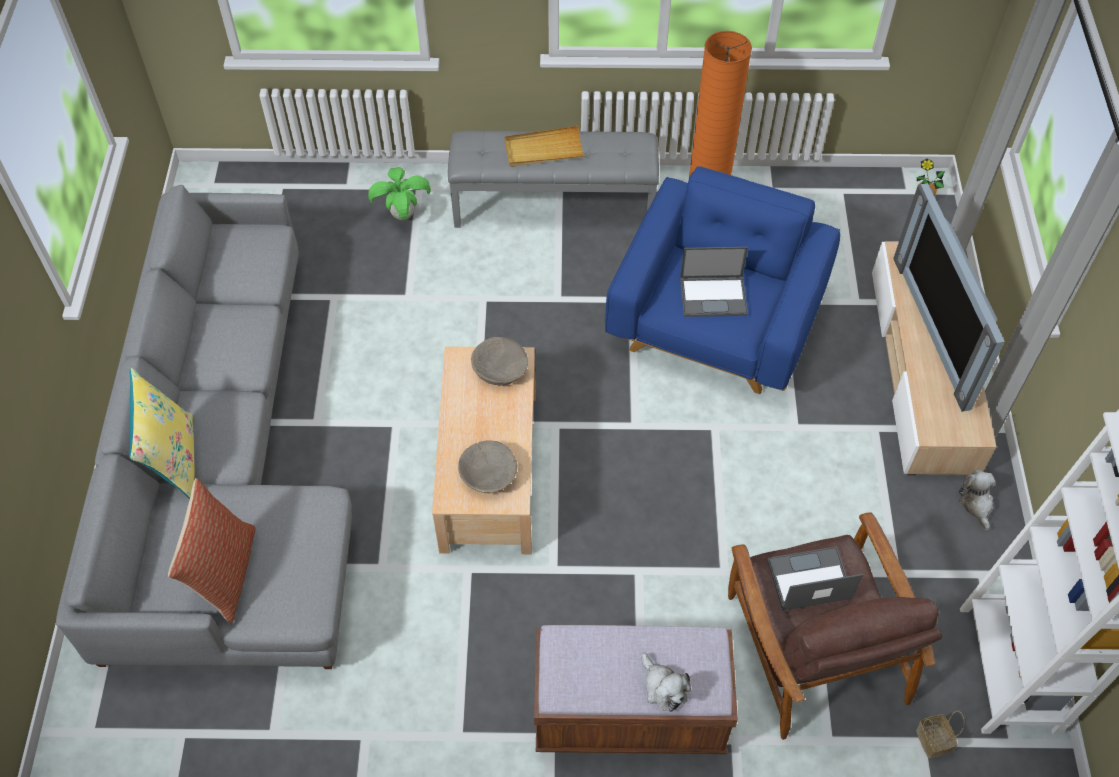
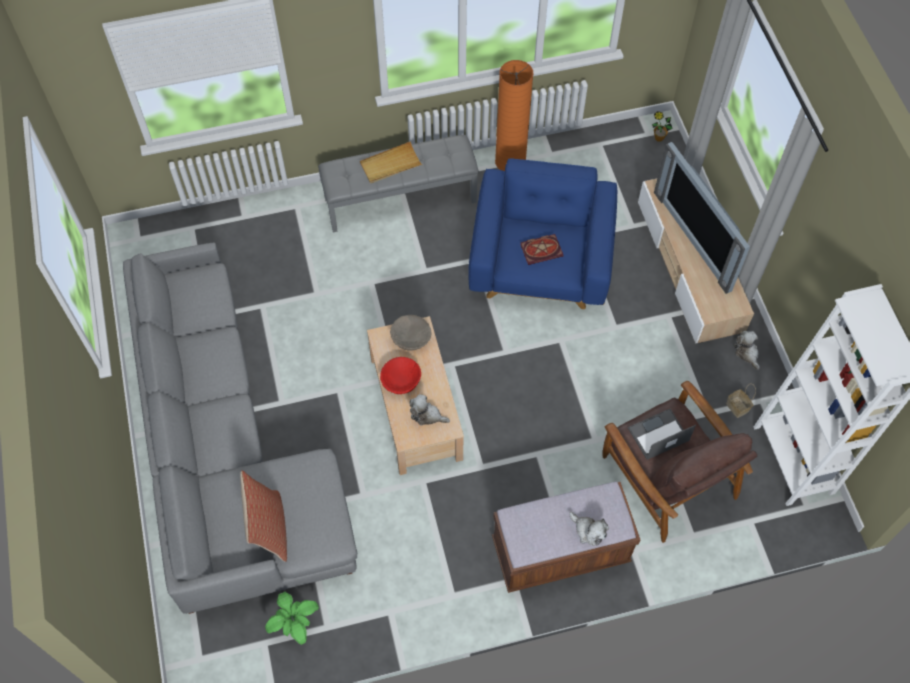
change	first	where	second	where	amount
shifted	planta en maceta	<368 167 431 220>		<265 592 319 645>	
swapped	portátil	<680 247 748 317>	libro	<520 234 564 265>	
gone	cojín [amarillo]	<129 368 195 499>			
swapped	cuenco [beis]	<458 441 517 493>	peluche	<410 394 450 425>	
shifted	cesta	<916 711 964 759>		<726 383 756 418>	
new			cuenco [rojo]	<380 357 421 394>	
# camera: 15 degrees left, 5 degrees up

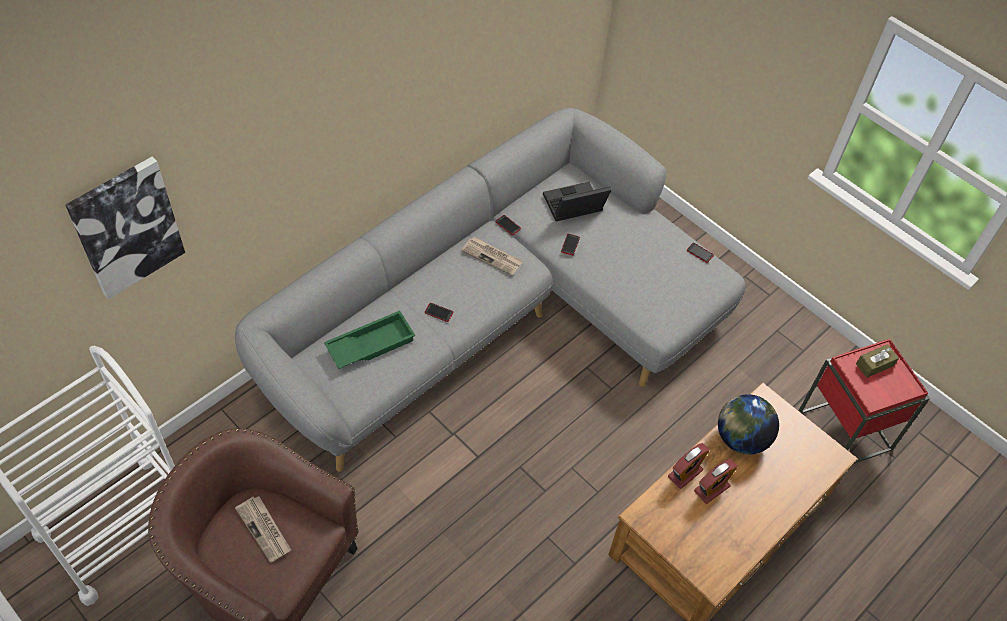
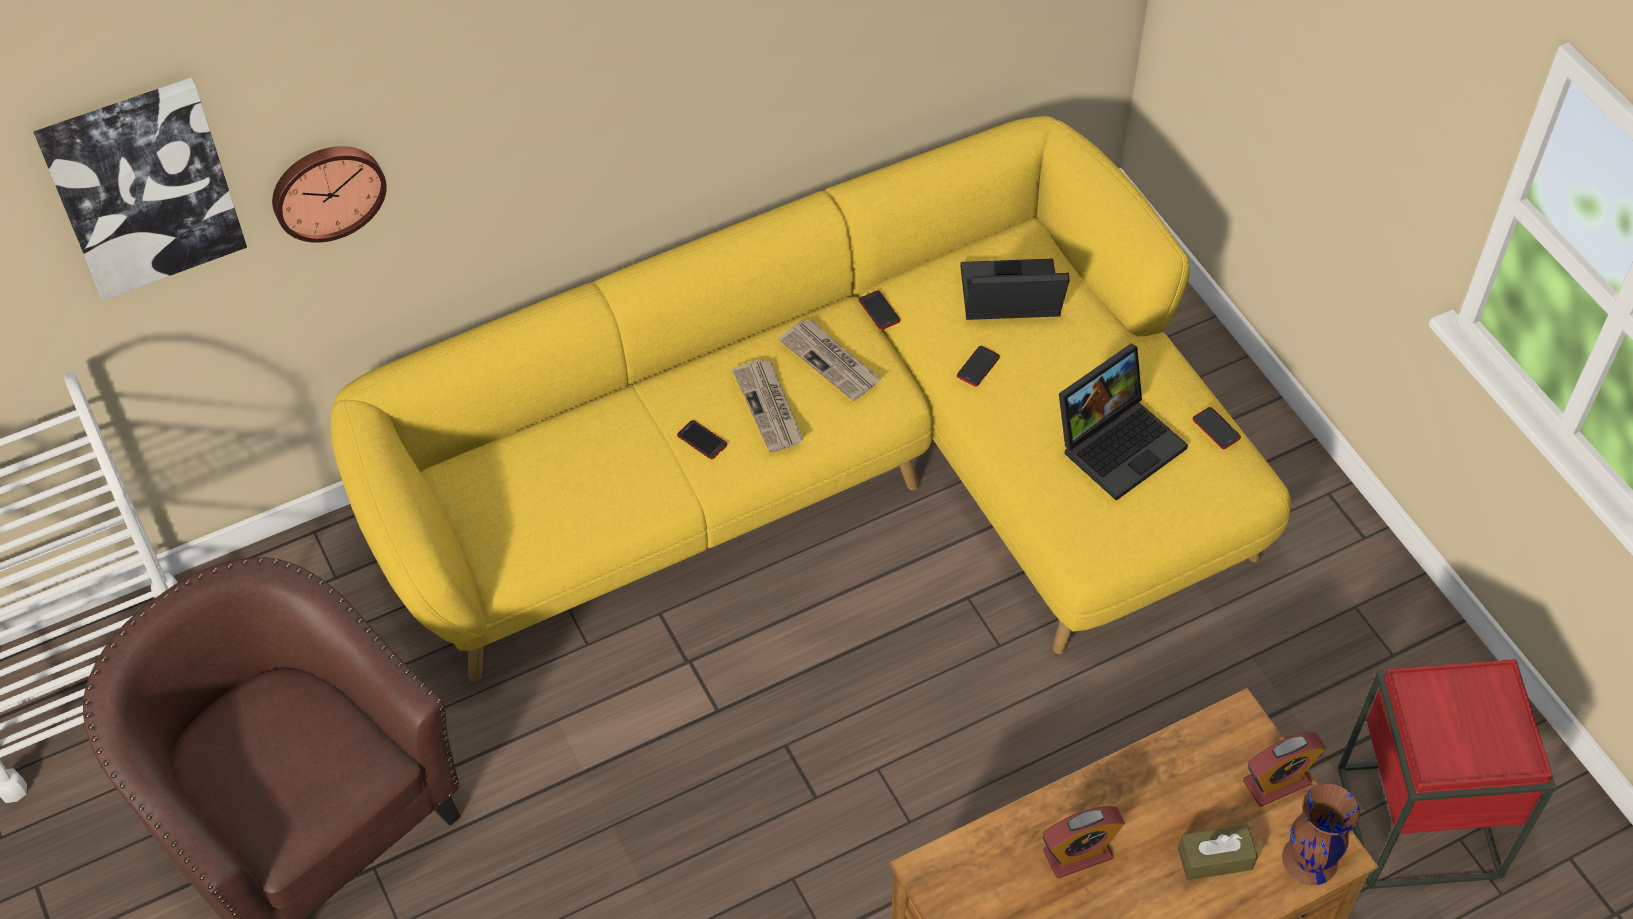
change	first	where	second	where	amount
repainted	sofá [gris]	<235 108 745 472>	sofá [amarillo]	<330 116 1291 682>	
gone	bandeja [verde]	<324 310 415 369>			
shifted	caja de pañuelos [marrón]	<856 344 899 378>		<1178 824 1258 880>	
gone	globo terráqueo	<718 394 779 455>			
shifted	despertador	<668 443 710 489>		<1243 732 1326 807>	
shifted	periódico	<235 496 291 563>		<732 359 804 452>	
new			reloj de pared	<272 146 387 243>	
new			portátil	<1059 343 1188 501>	
new			florero [marrón]	<1282 784 1360 885>	
# camera: 20 degrees right, 0 degrees up

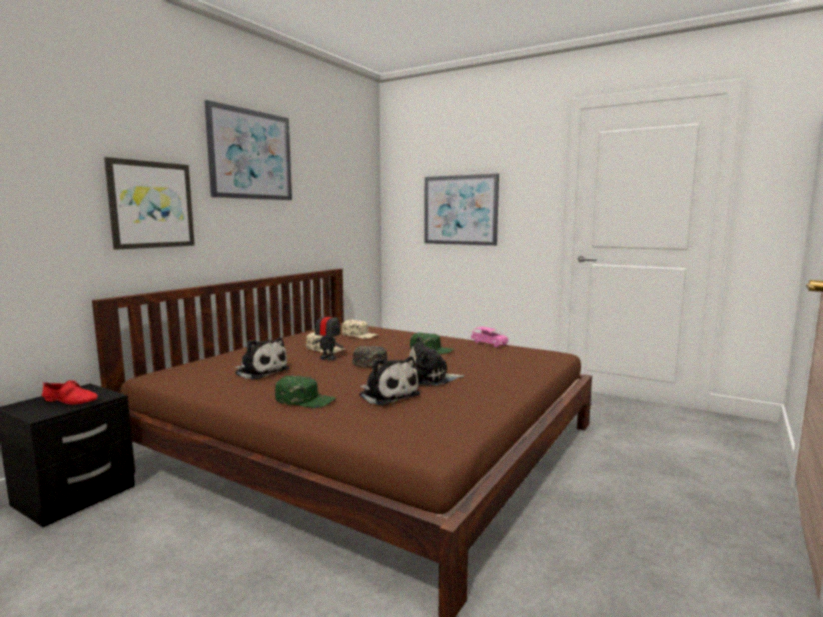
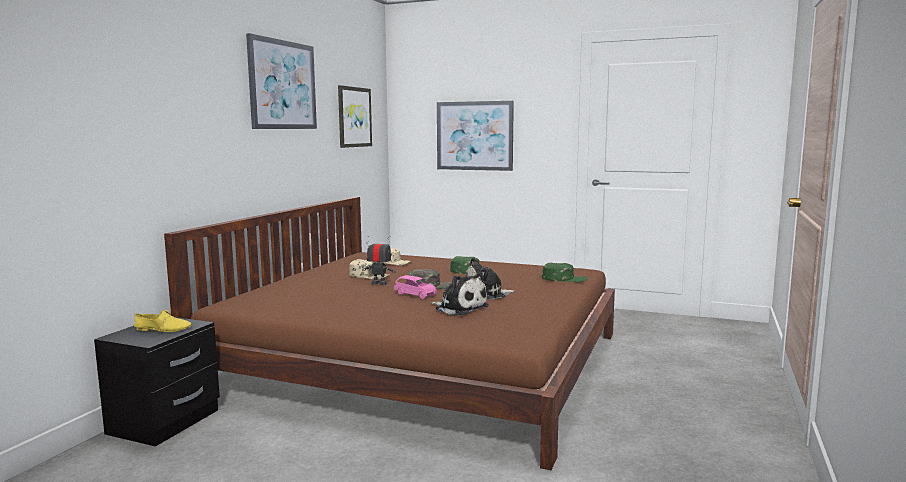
change	first	where	second	where	amount
shifted	cuadro	<104 157 195 250>		<338 85 372 148>	
shifted	coche de juguete [rosa]	<471 327 508 347>		<394 275 437 299>	
gone	peluche	<235 337 289 379>			
shifted	gorra [verde]	<275 376 335 408>		<542 263 588 282>	
repainted	zapato [rojo]	<42 380 98 405>	zapato [amarillo]	<133 310 191 332>	
# camera: 10 degrees left, 0 degrees up

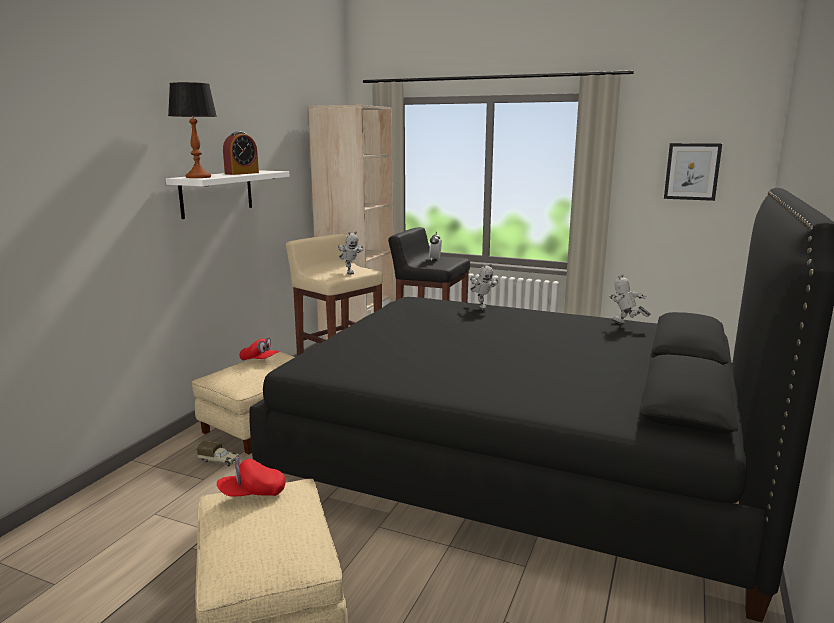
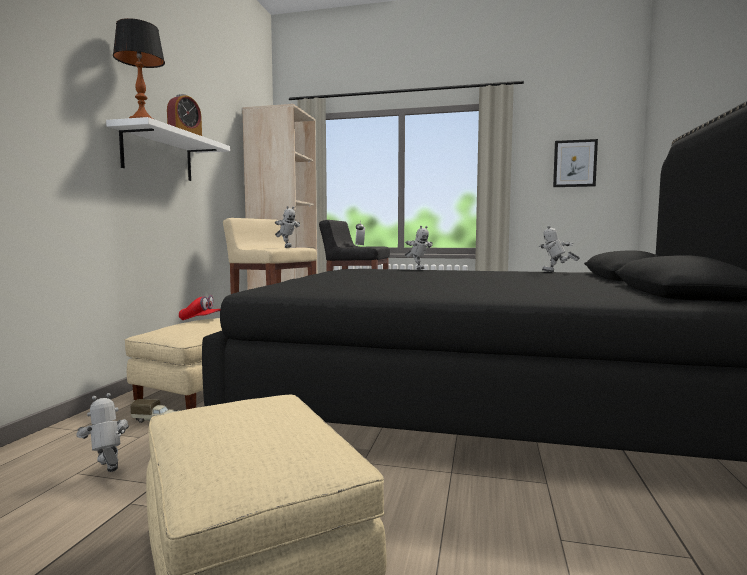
change	first	where	second	where	amount
gone	gorra [rojo]	<217 456 286 497>			
new			robot de juguete	<76 393 129 472>	
# camera: 10 degrees left, 10 degrees down

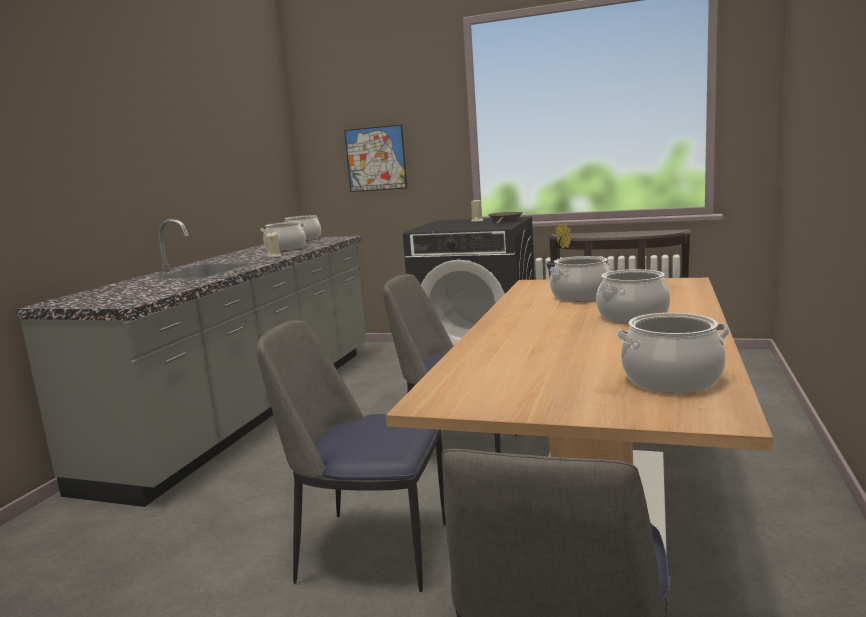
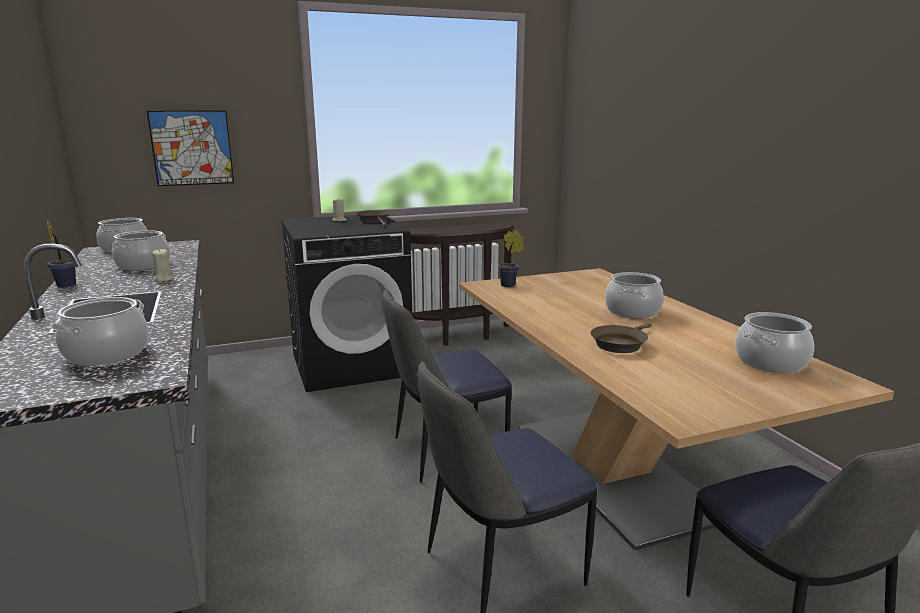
change	first	where	second	where	amount
shifted	olla	<550 256 611 302>		<51 297 149 366>	
new			planta en maceta	<47 221 76 288>	
new			sartén [marrón]	<591 323 652 353>	
# camera: 40 degrees left, 5 degrees up

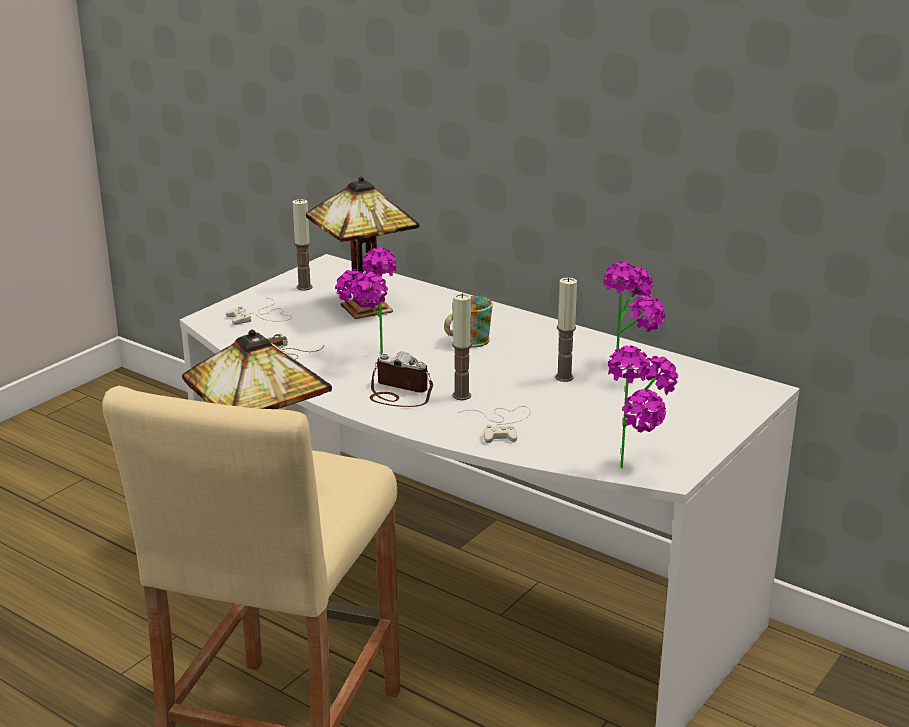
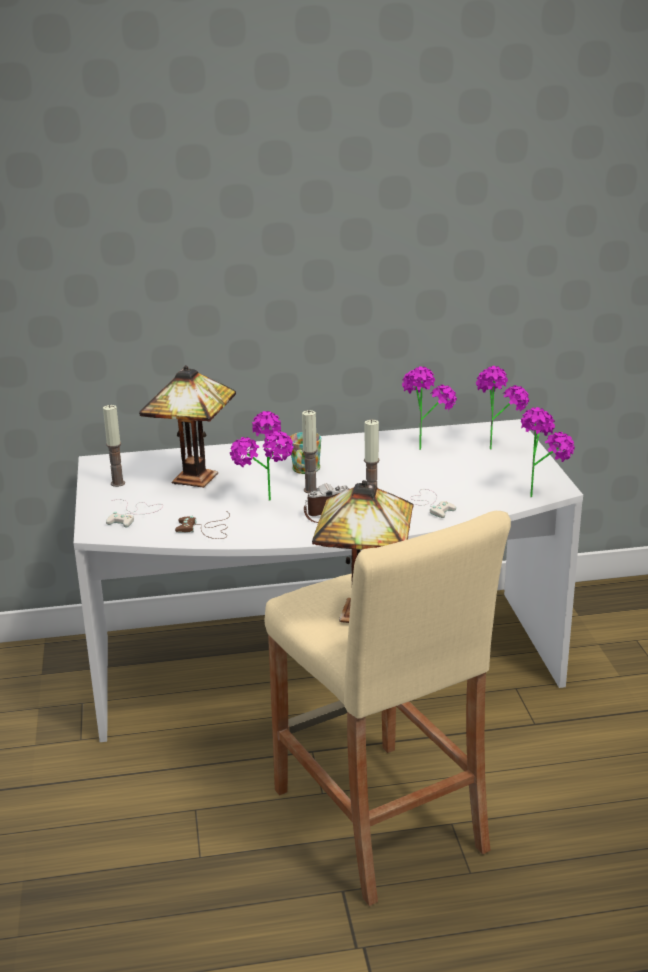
change	first	where	second	where	amount
shifted	vela	<555 278 577 382>		<302 410 318 494>	
new			planta en maceta	<476 366 529 450>	
# camera: 45 degrees left, 0 degrees up

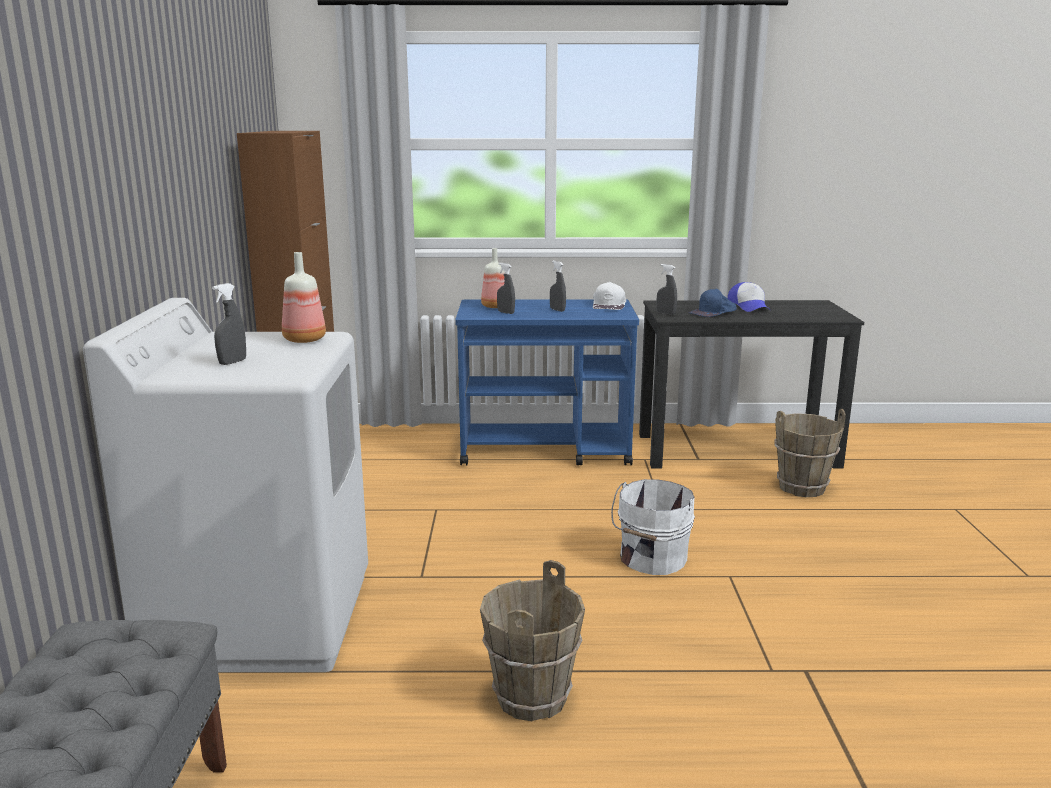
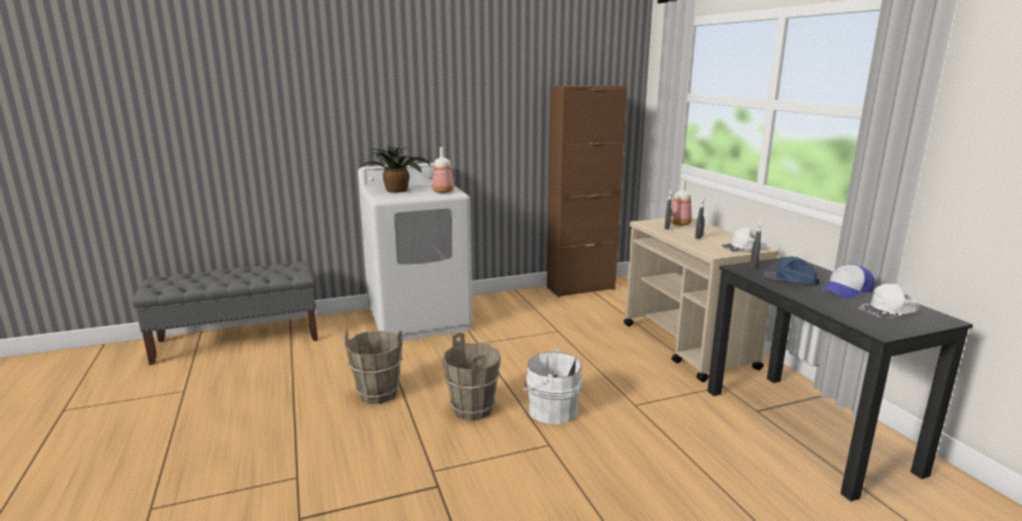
change	first	where	second	where	amount
swapped	pulverizador [gris]	<212 283 246 365>	planta en maceta	<357 146 431 193>	
repainted	carrito [azul]	<455 300 639 465>	carrito [beis]	<624 218 779 382>	
shifted	cubo [marrón]	<775 409 846 497>		<442 332 501 421>	
new			gorra [blanco]	<858 284 919 318>	
# camera: 70 degrees right, 0 degrees up

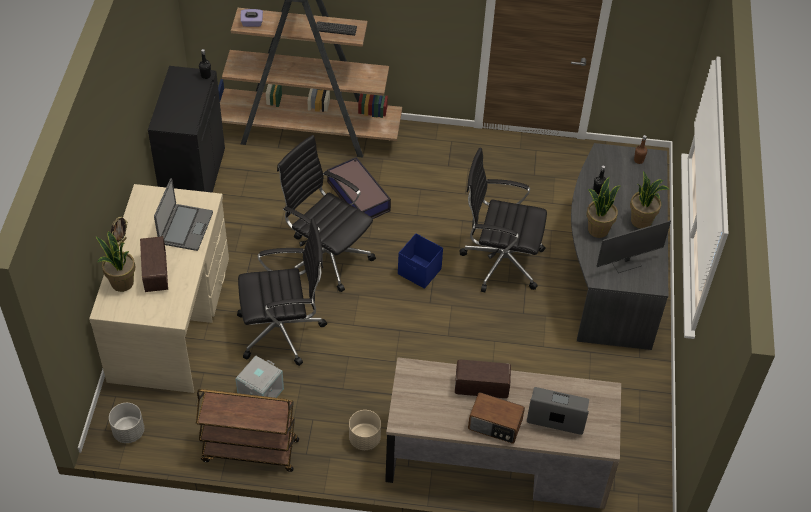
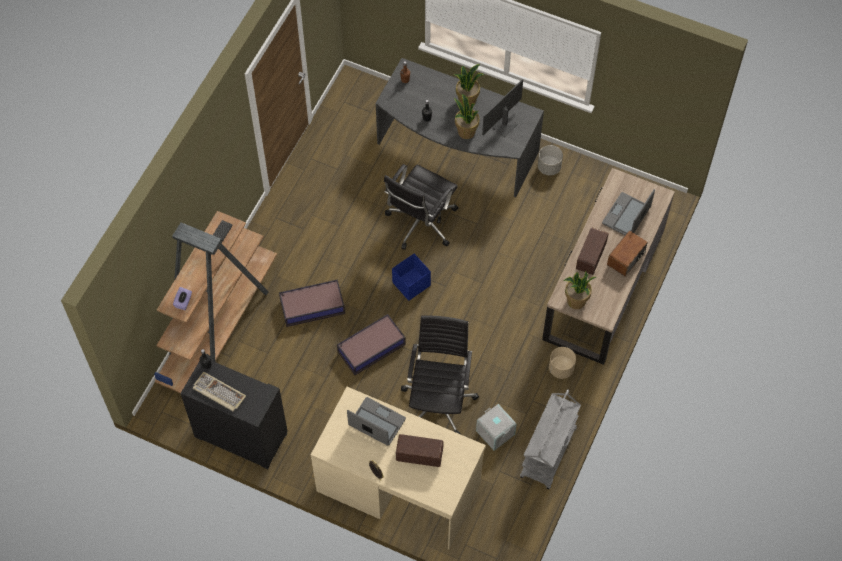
change	first	where	second	where	amount
swapped	silla de oficina [negro]	<277 135 376 292>	caja de almacenaje	<337 314 406 375>	
rotated	monitor	<597 220 671 273>		<482 79 523 137>	135 degrees counterclockwise
shifted	planta en maceta	<96 232 136 292>		<564 271 596 309>	
repainted	carrito [marrón]	<196 389 299 472>	carrito [gris]	<520 389 581 489>	
shifted	maceta [gris]	<109 403 144 443>		<538 145 563 175>	
new			teclado	<193 372 246 412>	
# camera: 70 degrees left, 10 degrees up

